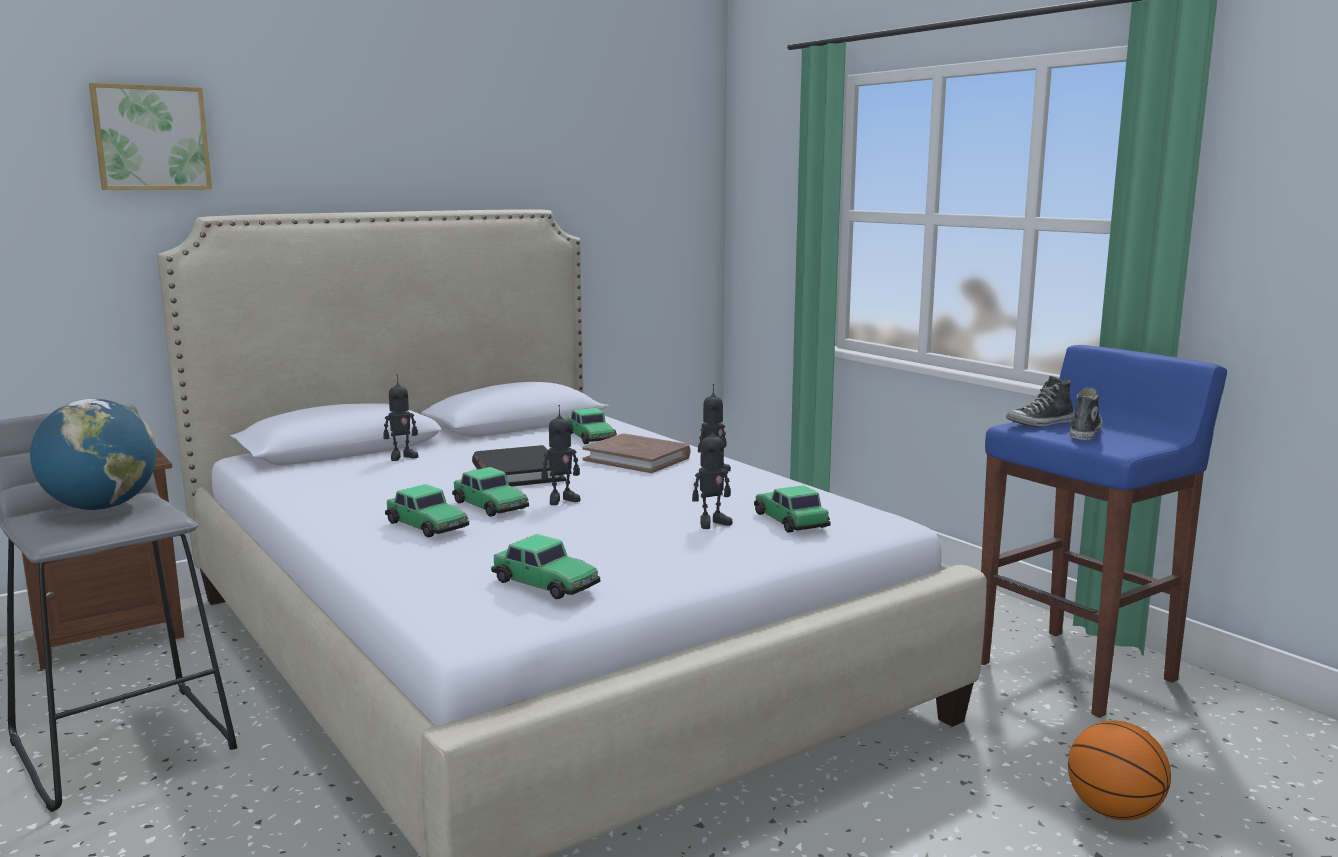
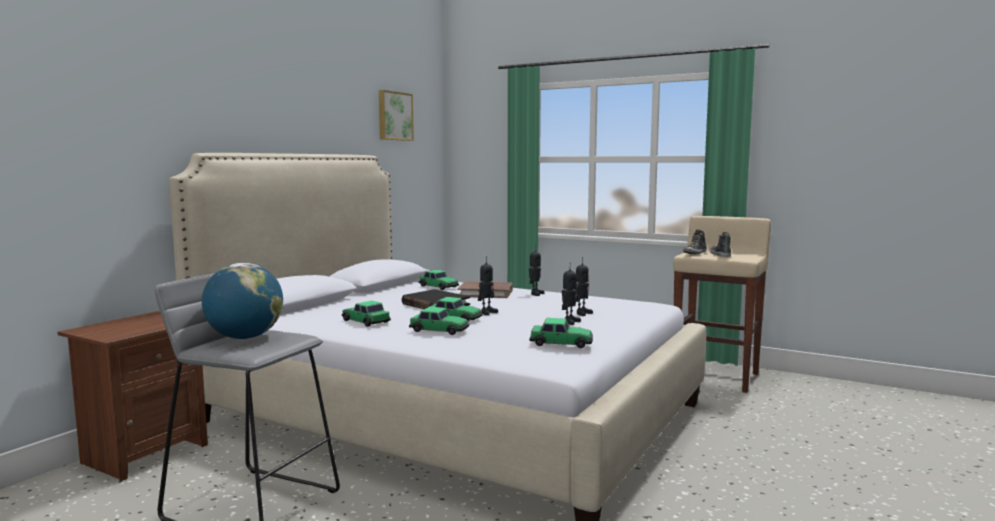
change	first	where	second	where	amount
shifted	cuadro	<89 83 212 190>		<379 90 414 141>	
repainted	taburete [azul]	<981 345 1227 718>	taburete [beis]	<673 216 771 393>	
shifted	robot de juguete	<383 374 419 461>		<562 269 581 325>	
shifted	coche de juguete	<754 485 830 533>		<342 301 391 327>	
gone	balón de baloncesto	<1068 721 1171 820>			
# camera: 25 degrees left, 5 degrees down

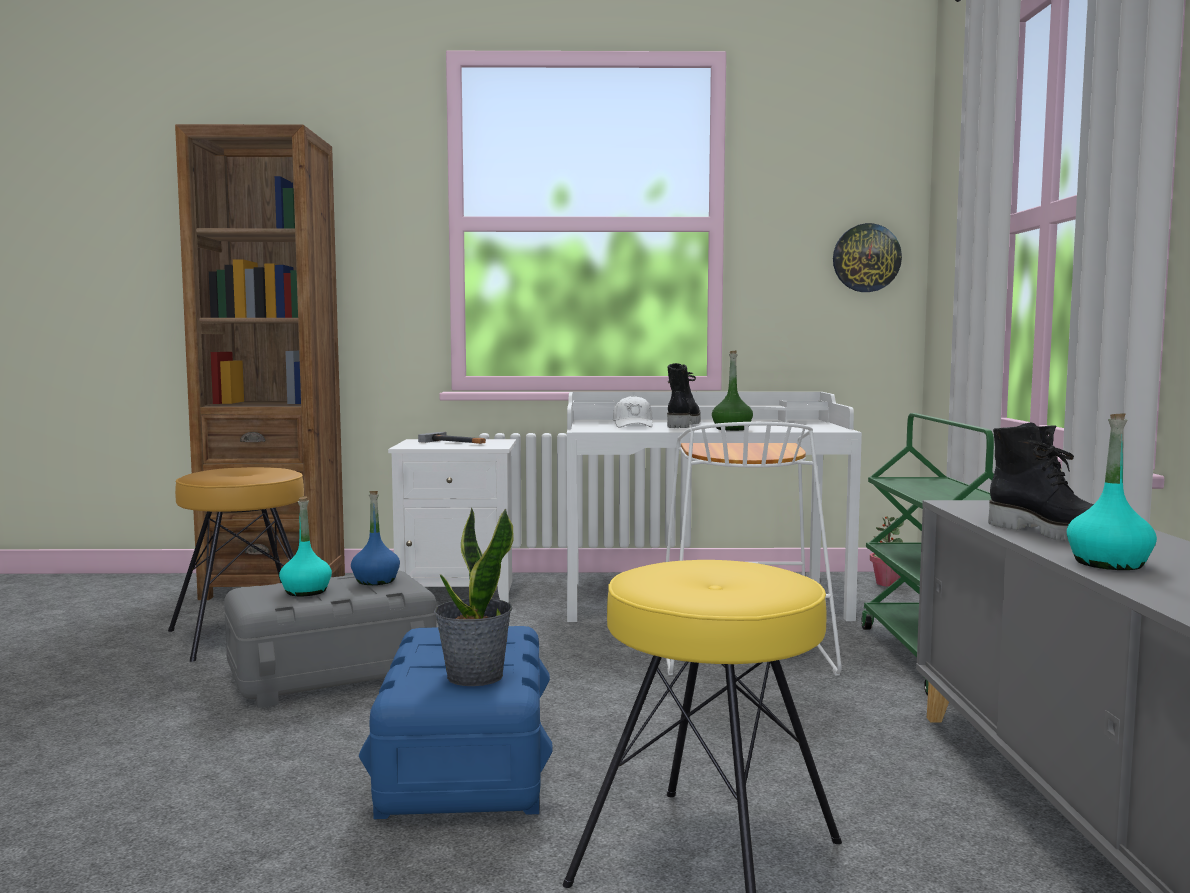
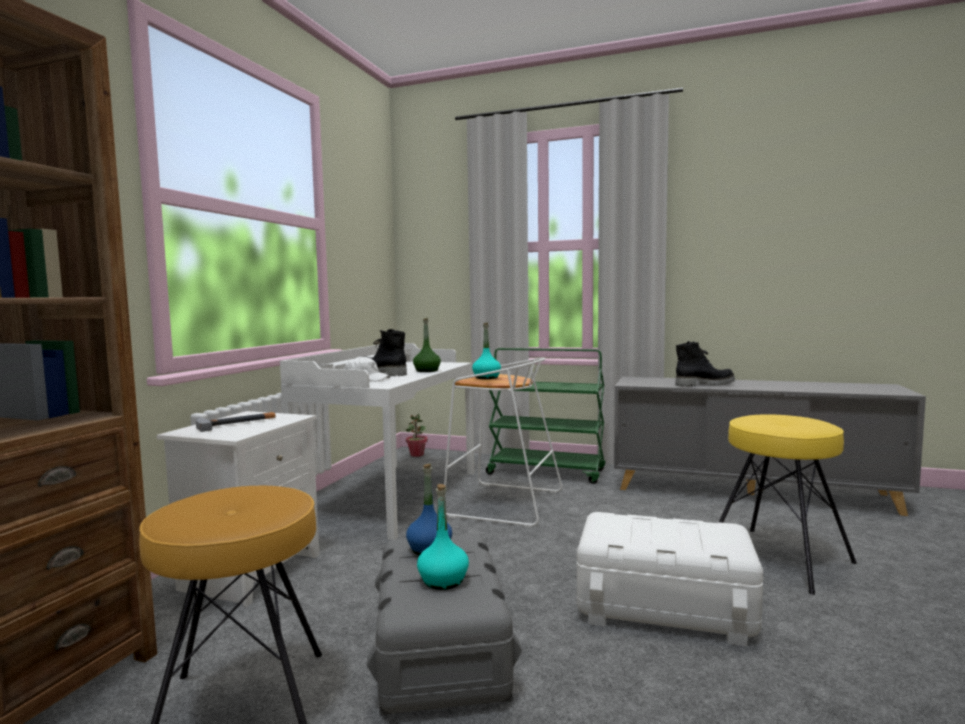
change	first	where	second	where	amount
gone	reloj de pared	<833 223 902 292>			
shifted	botella [turquesa]	<1067 413 1157 570>		<472 323 501 379>	
gone	planta en maceta	<434 507 513 686>			
repainted	caja de almacenaje [azul]	<359 626 553 819>	caja de almacenaje [blanco]	<577 512 763 646>	
# camera: 70 degrees left, 0 degrees up

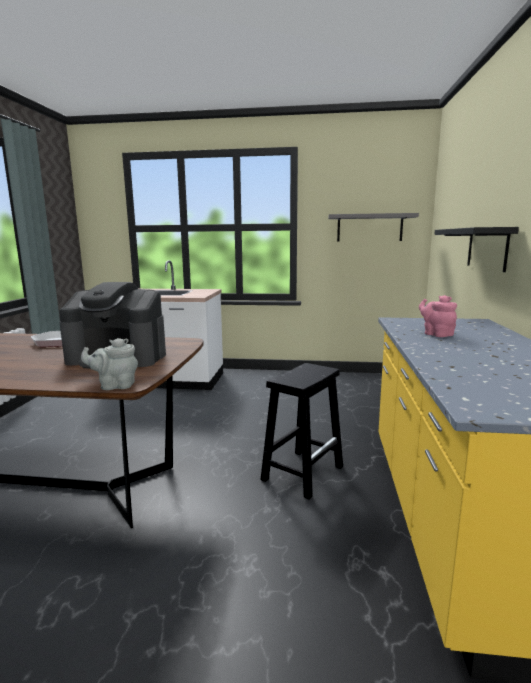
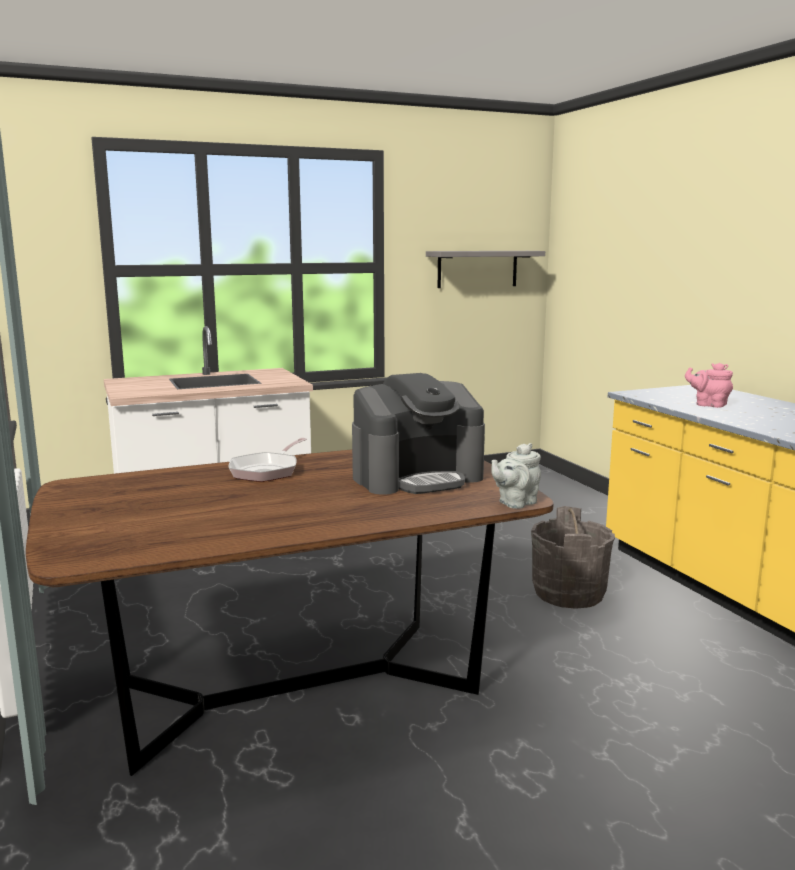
change	first	where	second	where	amount
gone	estante [negro]	<434 227 519 272>			
swapped	taburete [negro]	<260 363 343 499>	cubo [gris]	<531 506 615 609>	
# camera: 30 degrees left, 0 degrees up

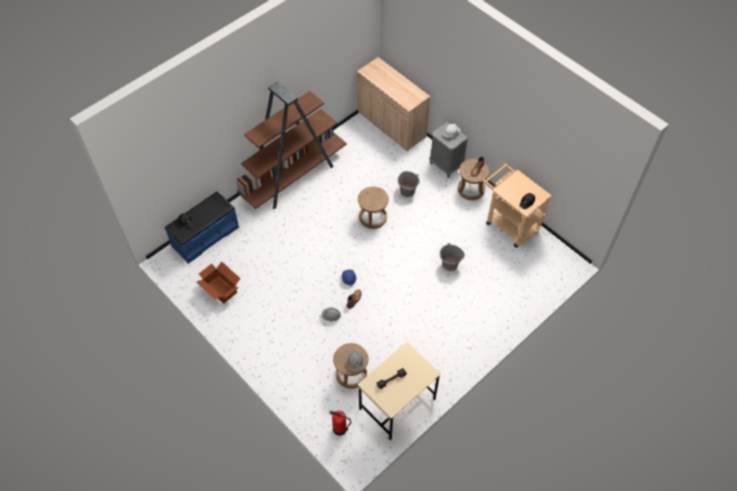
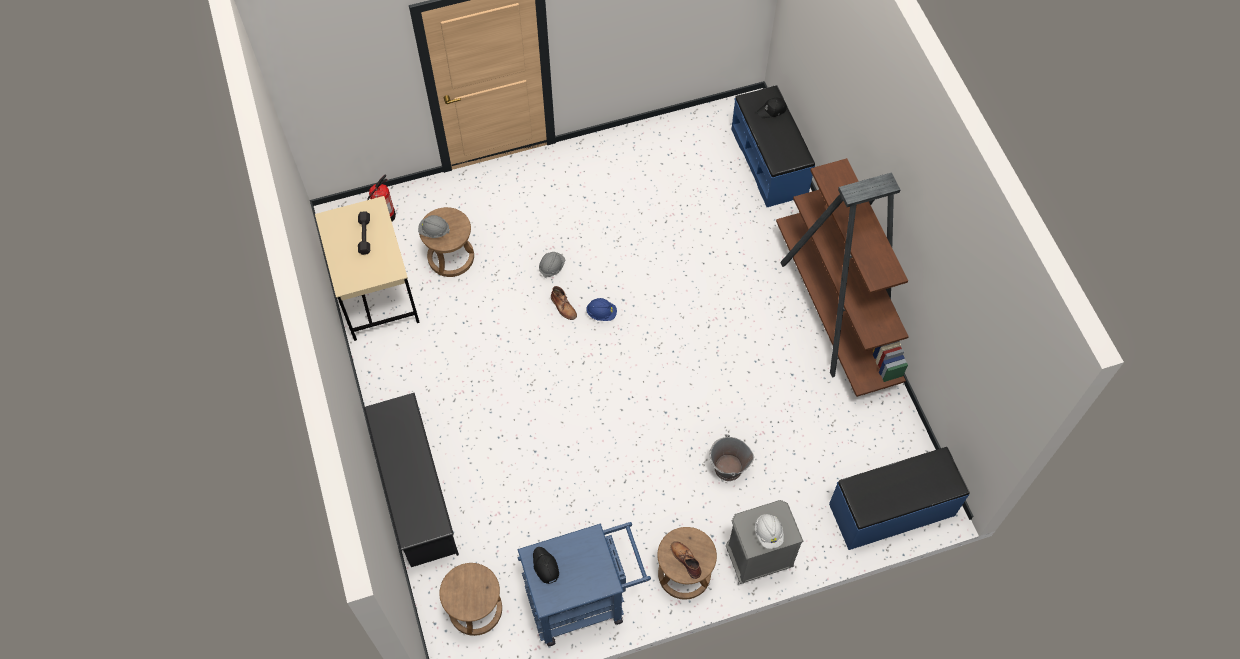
change	first	where	second	where	amount
swapped	armario [beis]	<357 57 431 151>	banco [azul]	<829 447 970 550>	
repainted	carrito [beis]	<483 163 552 248>	carrito [azul]	<517 522 651 646>	
shifted	taburete [marrón]	<358 187 389 229>		<439 563 502 636>	
gone	cubo [gris]	<439 243 465 271>			
gone	caja de cartón	<197 261 241 304>			
new			zapatero [negro]	<363 393 459 567>	
# camera: 115 degrees right, 5 degrees up

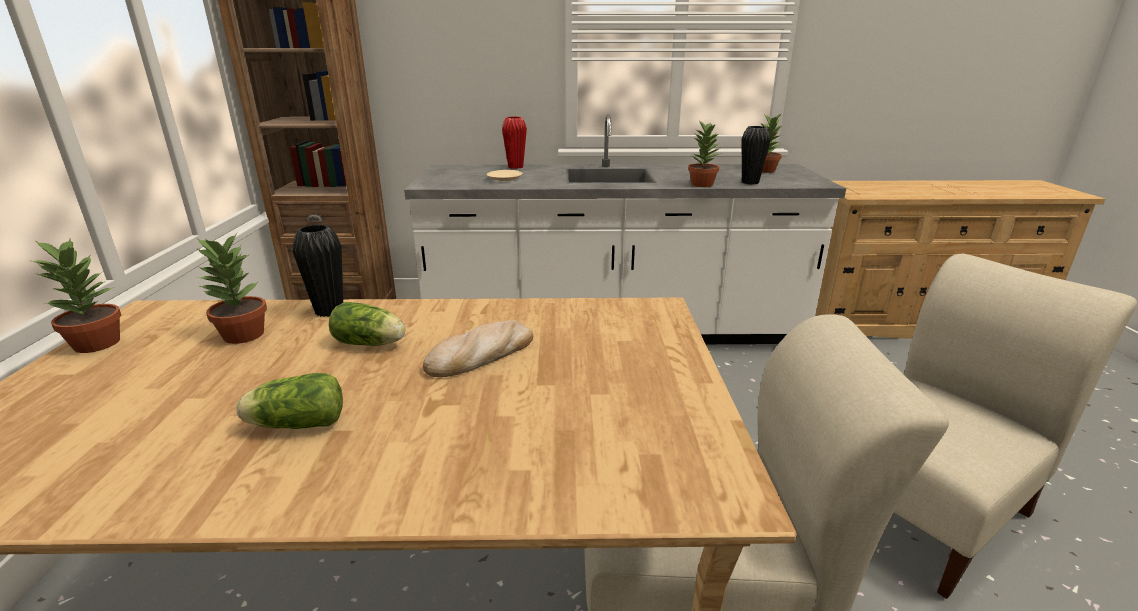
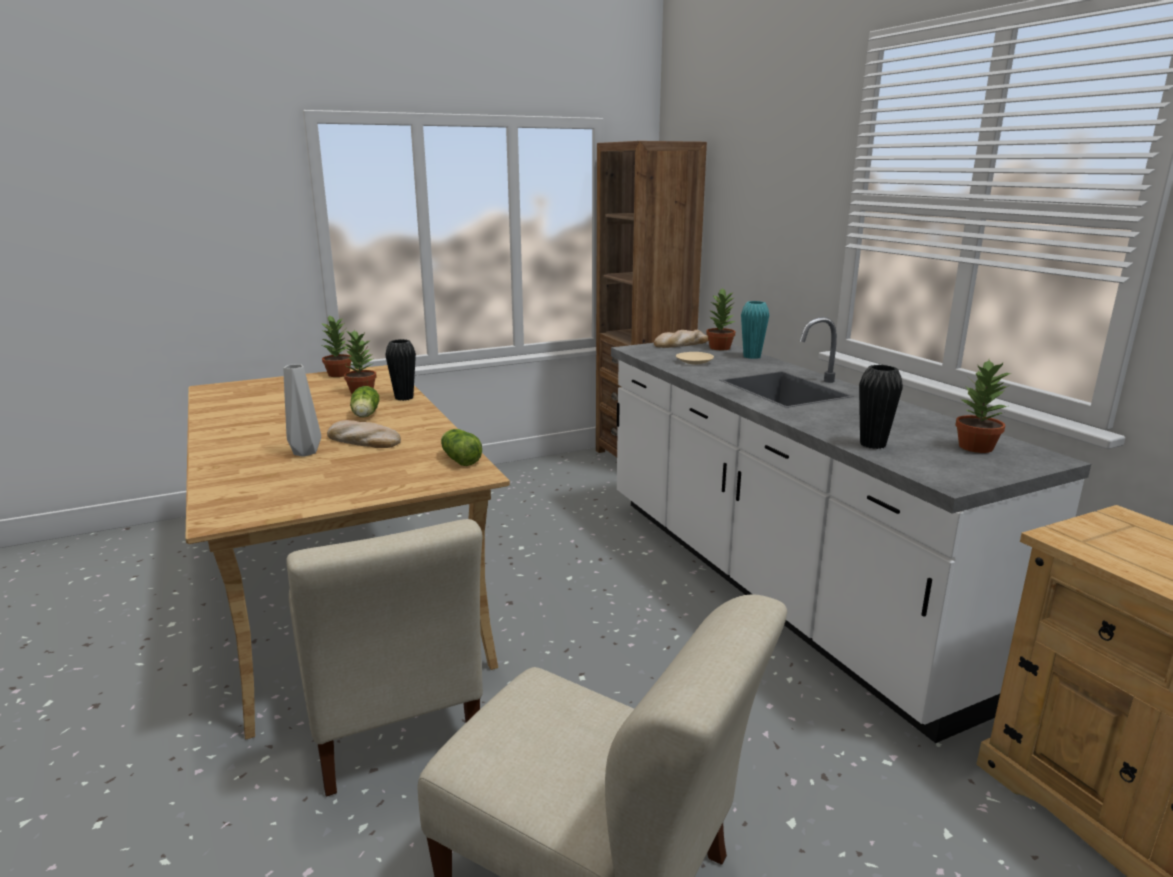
change	first	where	second	where	amount
repainted	florero [rojo]	<502 117 527 169>	florero [turquesa]	<741 301 769 359>	
shifted	planta en maceta	<688 121 722 187>		<706 288 735 350>	
shifted	lechuga	<236 373 343 429>		<441 429 482 466>	
new			pan	<654 330 708 348>	
new			florero [gris]	<283 364 321 457>	
# camera: 65 degrees right, 5 degrees down

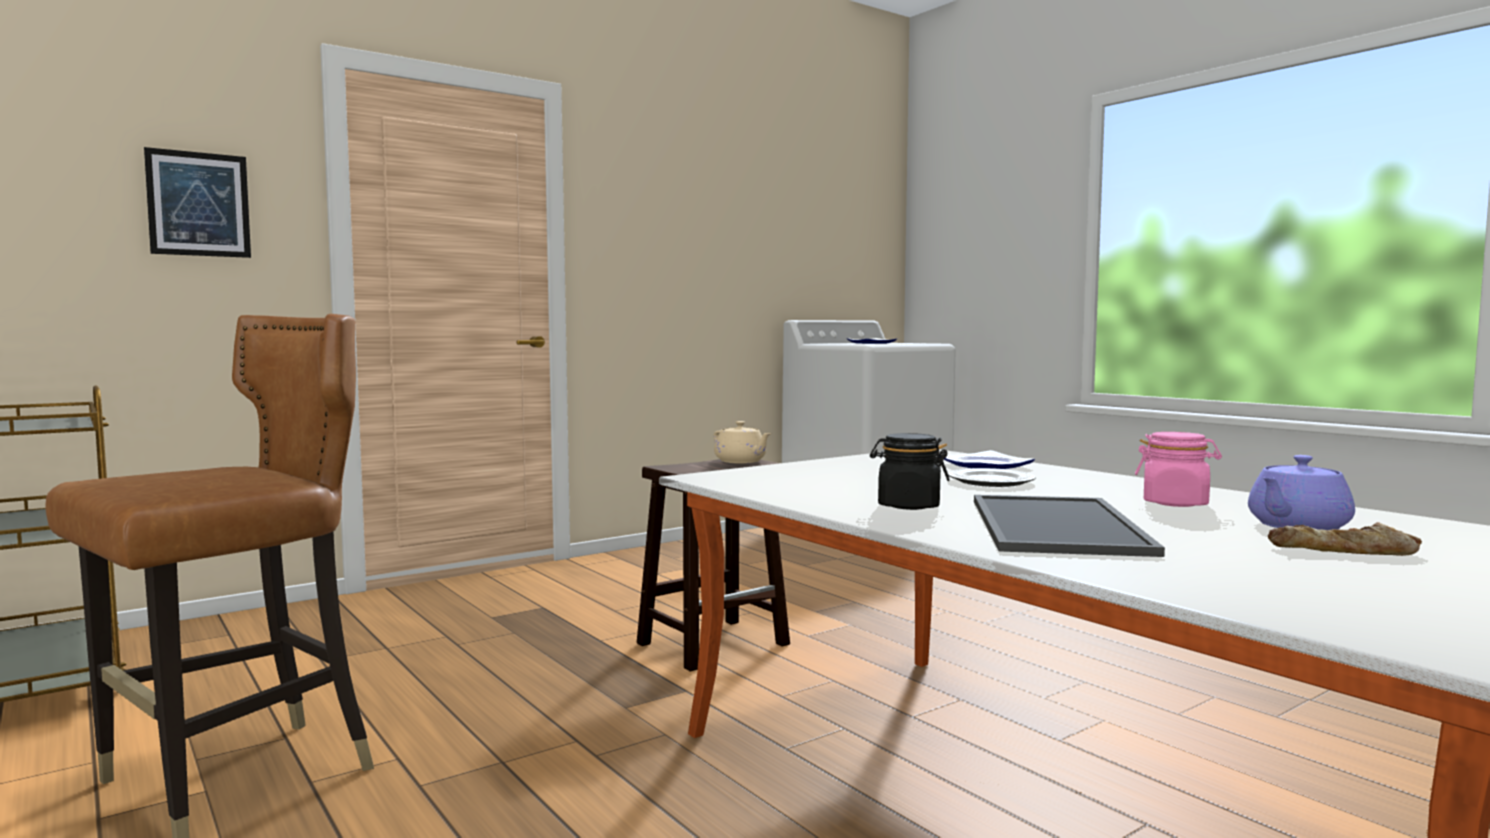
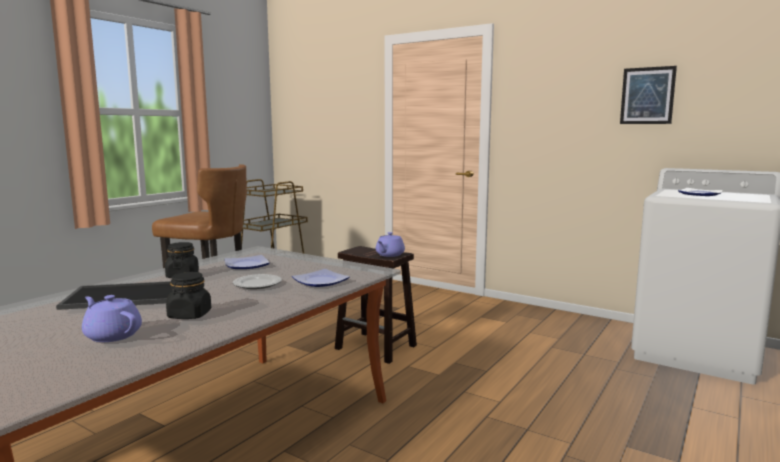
change	first	where	second	where	amount
shifted	cuadro	<144 147 251 258>		<620 66 677 124>	
repainted	tetera [beis]	<714 421 772 463>	tetera [morado]	<376 232 405 257>	
repainted	tarro [rosa]	<1135 432 1222 507>	tarro [negro]	<166 272 211 319>	
gone	pan	<1268 522 1422 556>			
new			plato	<225 255 269 269>	
# camera: 70 degrees right, 5 degrees up

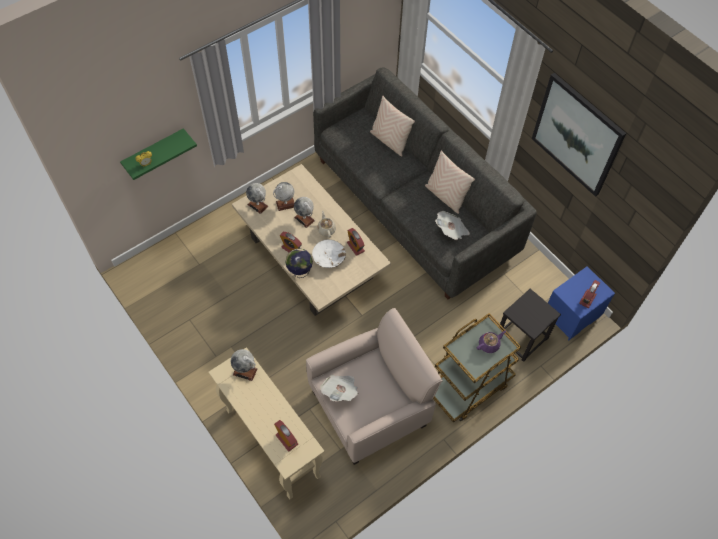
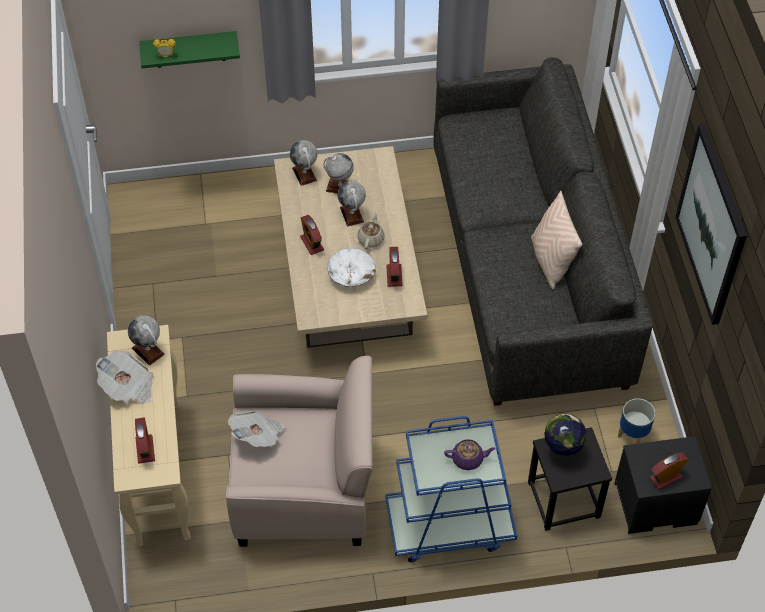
change	first	where	second	where	amount
gone	cojín [beis]	<370 96 415 157>			
shifted	periódico	<435 211 470 240>		<96 351 153 403>	
shifted	globo terráqueo	<286 248 313 278>		<544 414 587 461>	
repainted	mesita de noche [azul]	<548 267 615 341>	mesita de noche [negro]	<615 436 712 534>	
repainted	carrito [marrón]	<433 313 521 422>	carrito [azul]	<386 416 517 562>	
new			maceta	<618 398 655 444>	
# camera: 30 degrees right, 5 degrees down

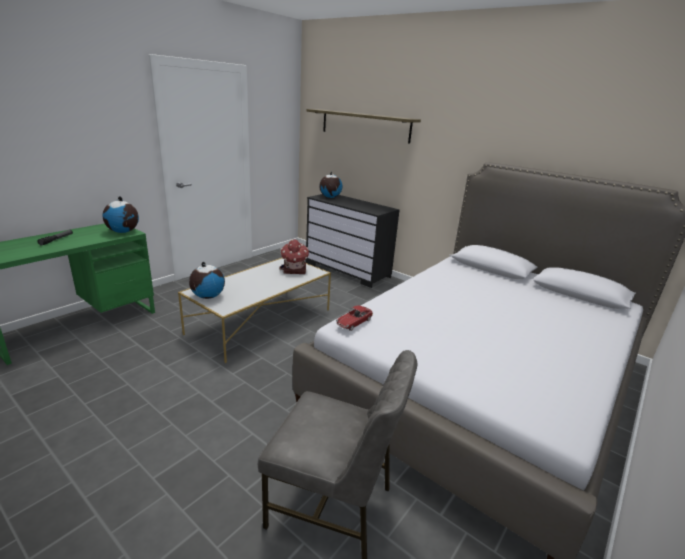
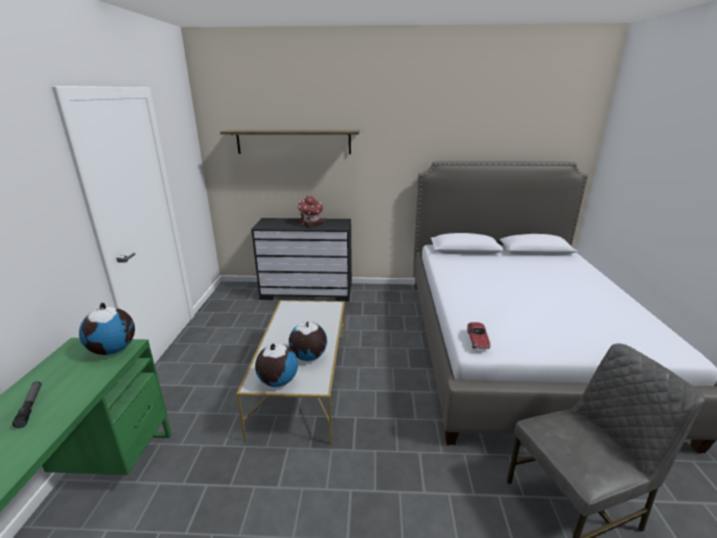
change	first	where	second	where	amount
shifted	globo terráqueo	<319 171 342 198>		<289 321 327 361>	
shifted	casita	<280 239 309 274>		<297 196 324 227>	
# camera: 35 degrees left, 0 degrees up

